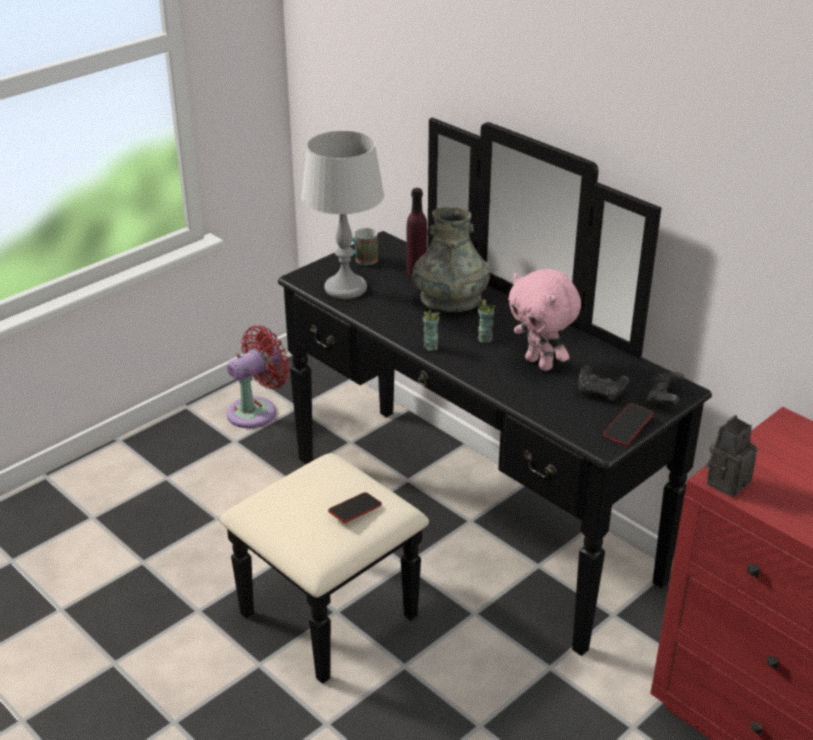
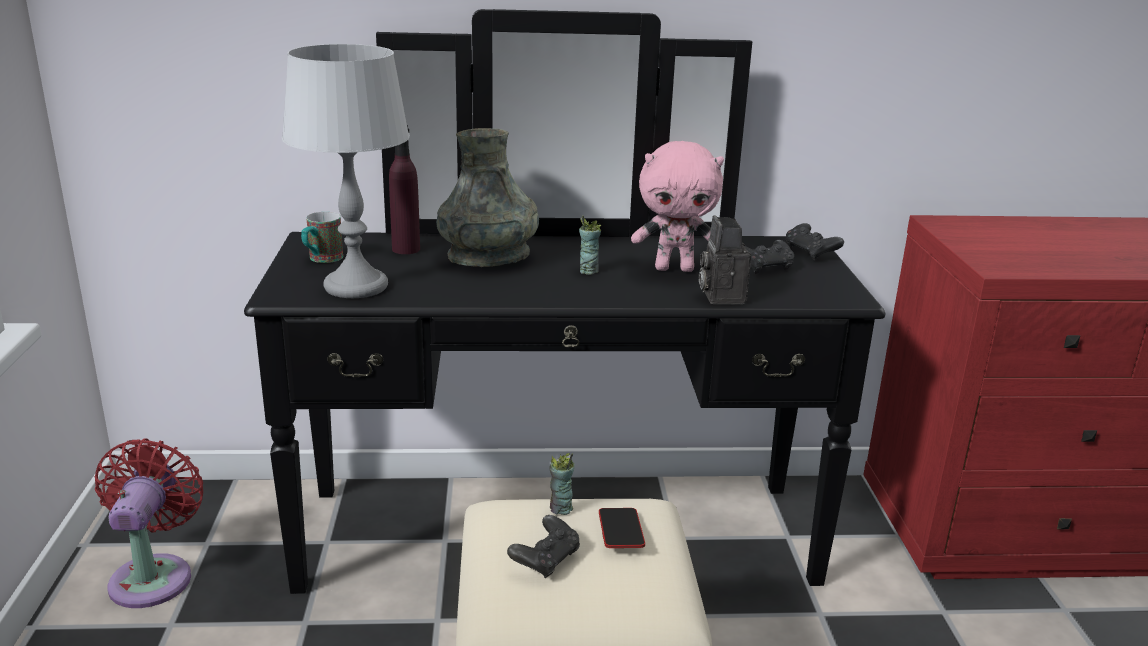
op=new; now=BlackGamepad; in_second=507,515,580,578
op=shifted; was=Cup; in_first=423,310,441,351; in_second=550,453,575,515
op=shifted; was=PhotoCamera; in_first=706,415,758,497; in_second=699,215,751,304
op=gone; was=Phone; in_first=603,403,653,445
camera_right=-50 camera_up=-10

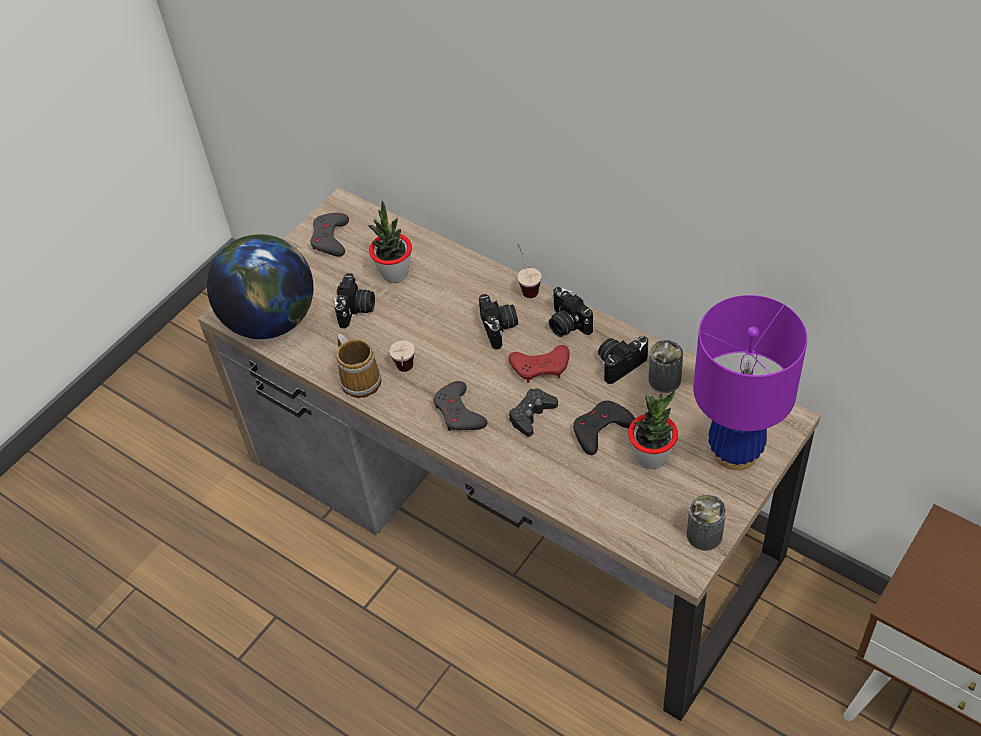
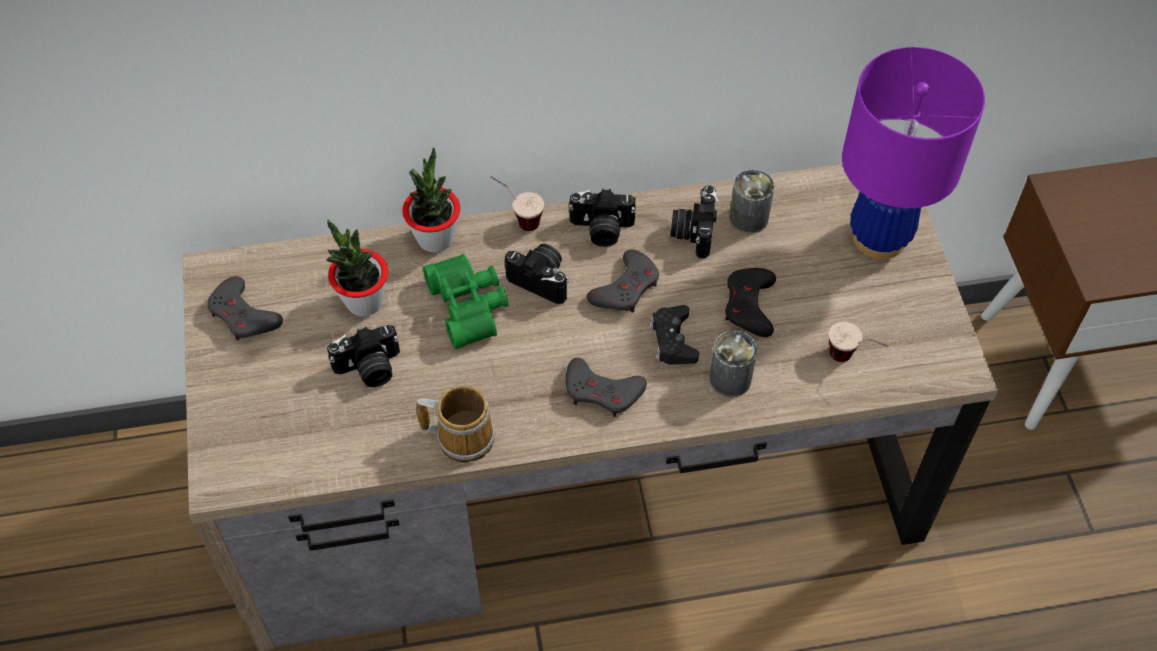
op=rotated; was=PhotoCamera; in_first=334,273,375,329; in_second=327,325,400,387; clockwise=105
op=shifted; was=PottedPlant; in_first=628,390,678,469; in_second=402,147,460,253
op=new; now=GreenPairOfBinoculars; in_second=423,254,508,349
op=repainted; was=RedGamepad; now=GreyGamepad; in_first=509,345,570,383; in_second=587,249,659,313
op=shifted; was=SealedCan; in_first=687,494,726,551; in_second=709,330,757,397
op=shifted; was=Cup; in_first=390,341,415,372; in_second=829,322,888,362
op=gone; was=DeskGlobe; in_first=207,234,314,339
camera_right=-50 camera_up=5

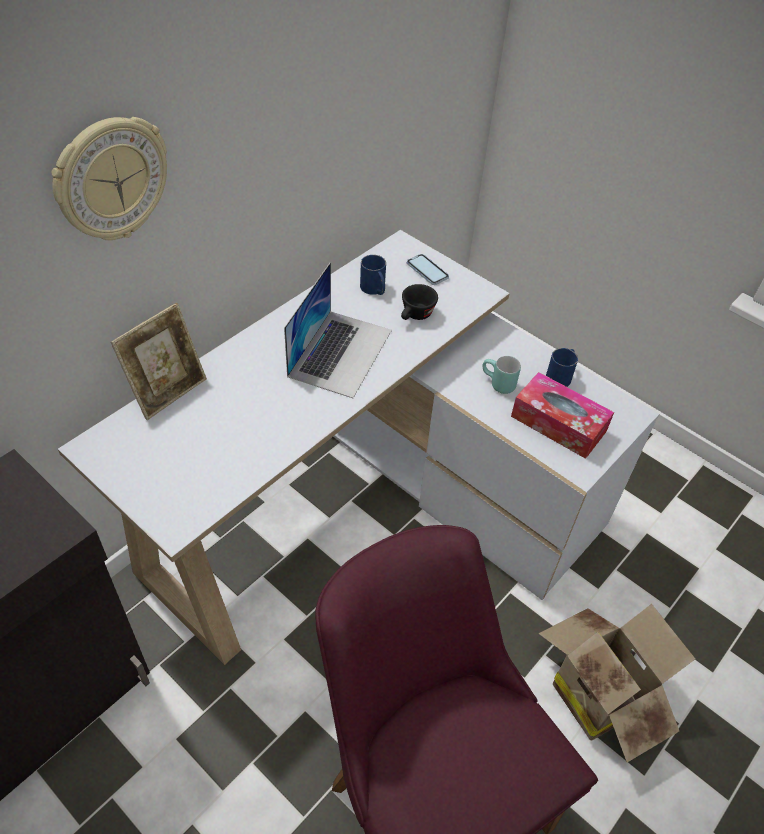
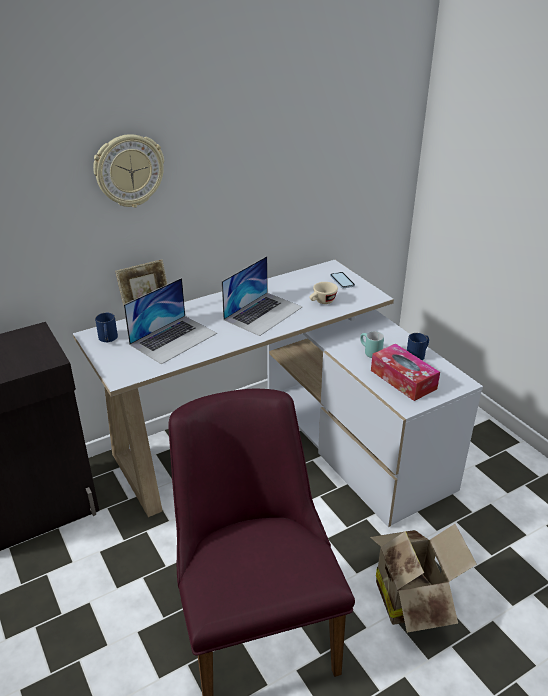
op=shifted; was=BlueColouredCoffeeMug; in_first=360,255,386,295; in_second=95,313,118,343
op=new; now=NotebookComputer; in_second=124,278,217,364
op=repainted; was=BlackCup; now=BeigeCup; in_first=401,284,438,320; in_second=310,282,338,304
camera_right=20 camera_up=-15

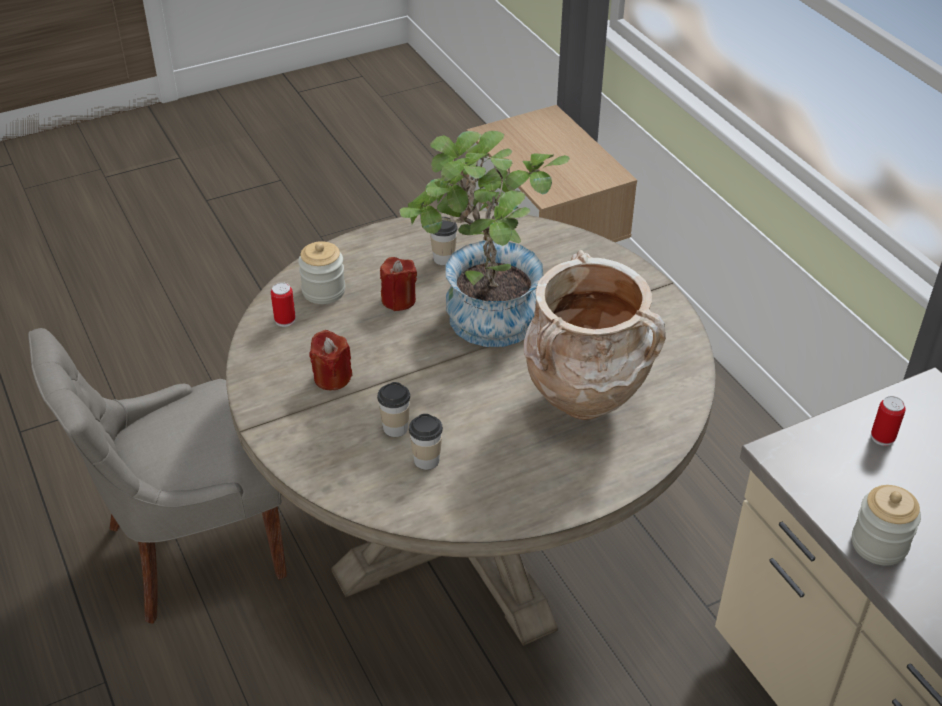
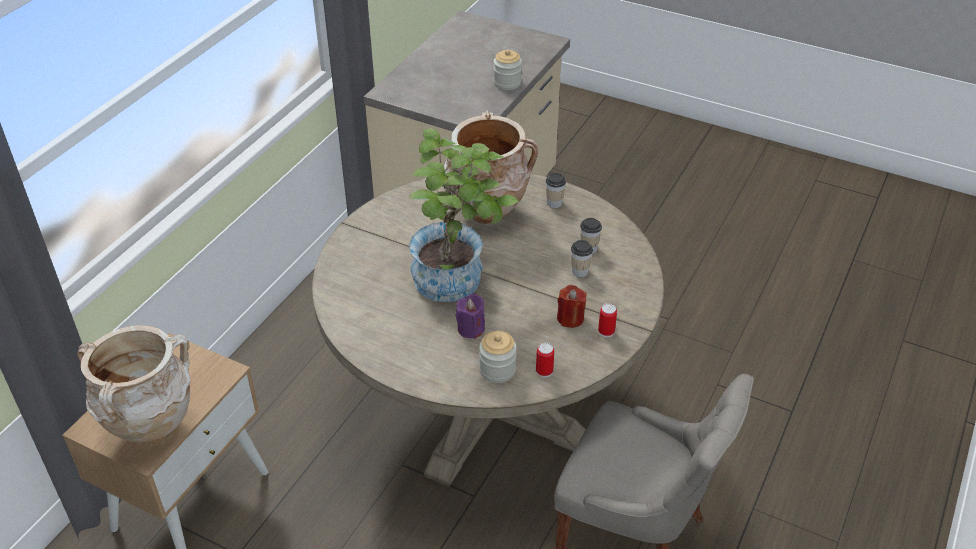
op=new; now=BeigeFlowerVase; in_second=77,325,191,443
op=repainted; was=RedCandle; now=PurplishCandle; in_first=380,257,417,311; in_second=456,294,485,339
op=shifted; was=Cup; in_first=430,217,458,265; in_second=546,173,566,208
op=shifted; was=SealedCan; in_first=871,396,906,446; in_second=598,303,617,337
camera_right=-125 camera_up=0

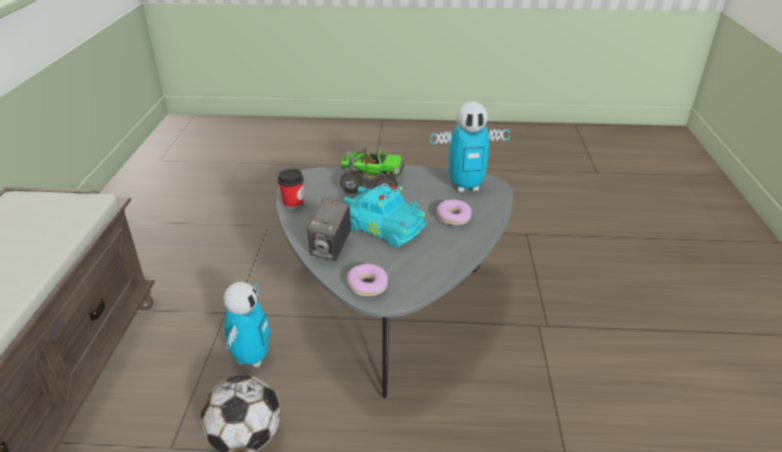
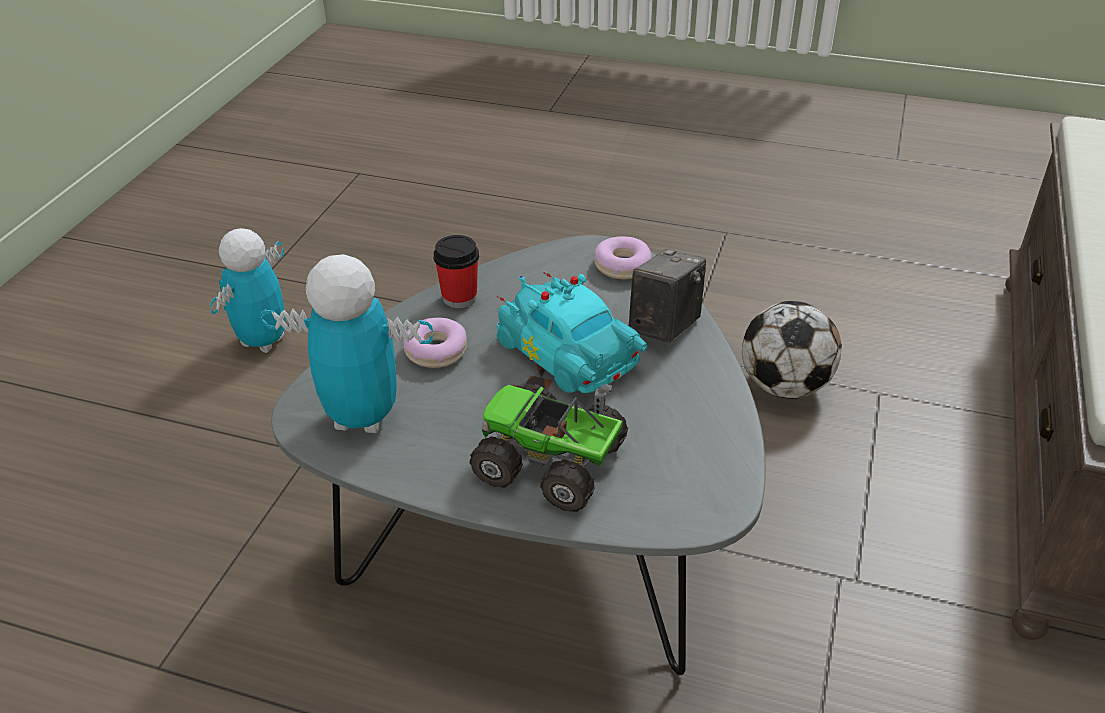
op=shifted; was=RobotFigure; in_first=223,282,271,367; in_second=210,228,285,353
op=shifted; was=Cup; in_first=278,168,304,210; in_second=433,235,479,308
camera_right=-165 camera_up=5

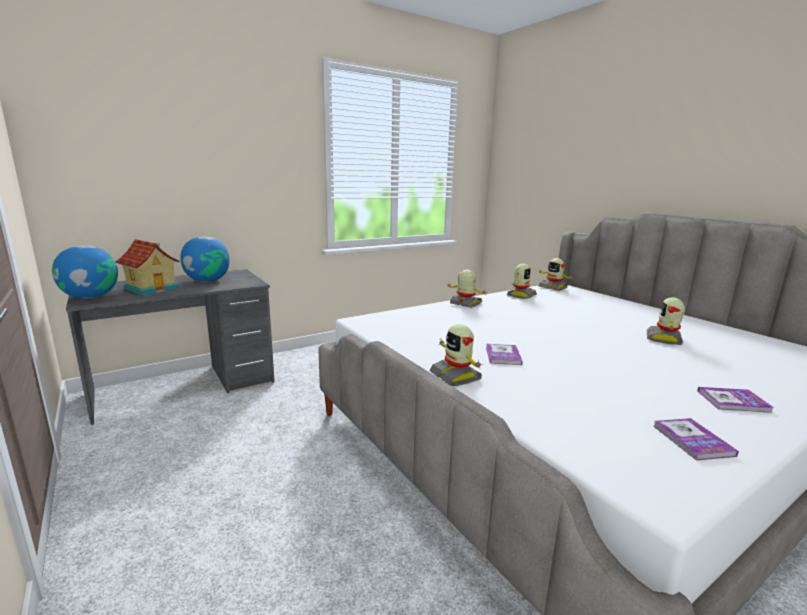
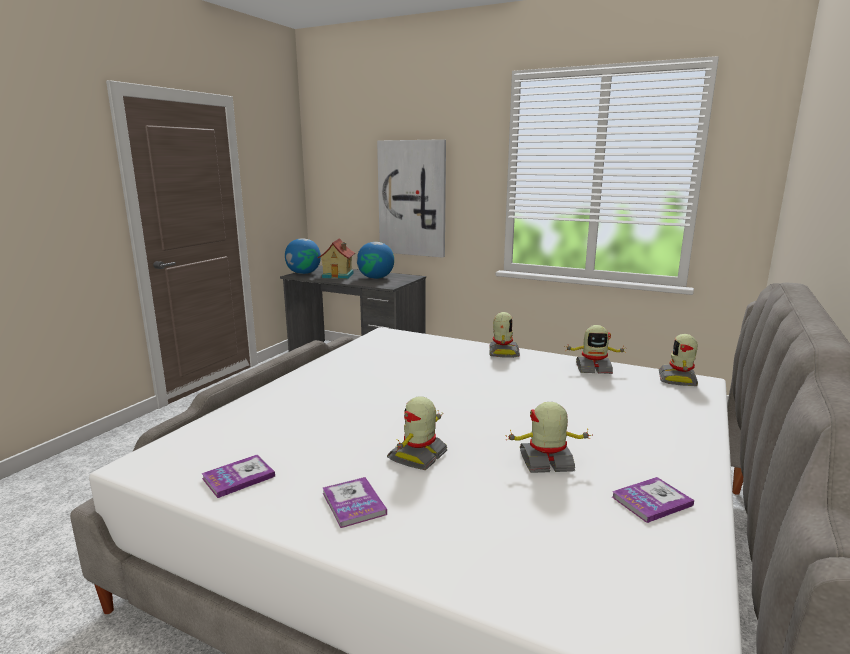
op=new; now=Picture; in_second=377,139,446,258
op=shifted; was=RobotFigure; in_first=430,324,483,386; in_second=387,396,447,470
op=shifted; was=Volume; in_first=486,344,523,365; in_second=612,477,694,523
camera_right=60 camera_up=0

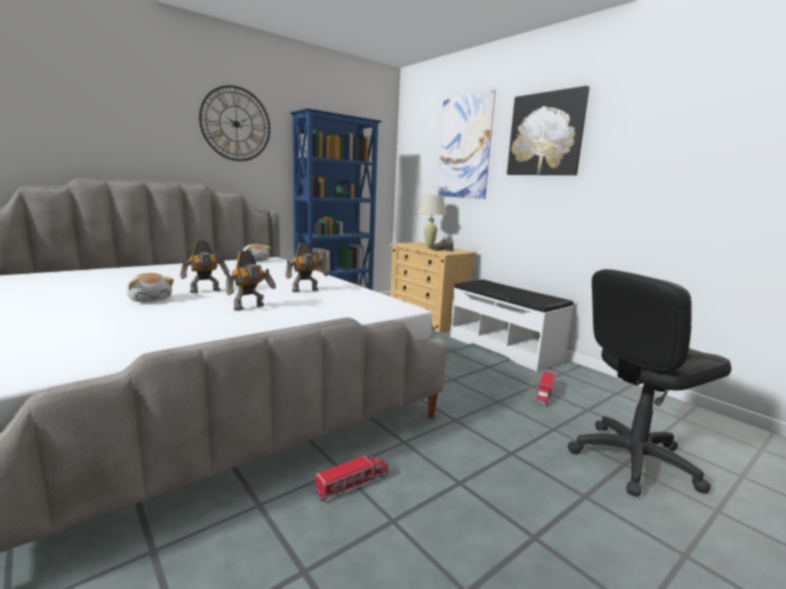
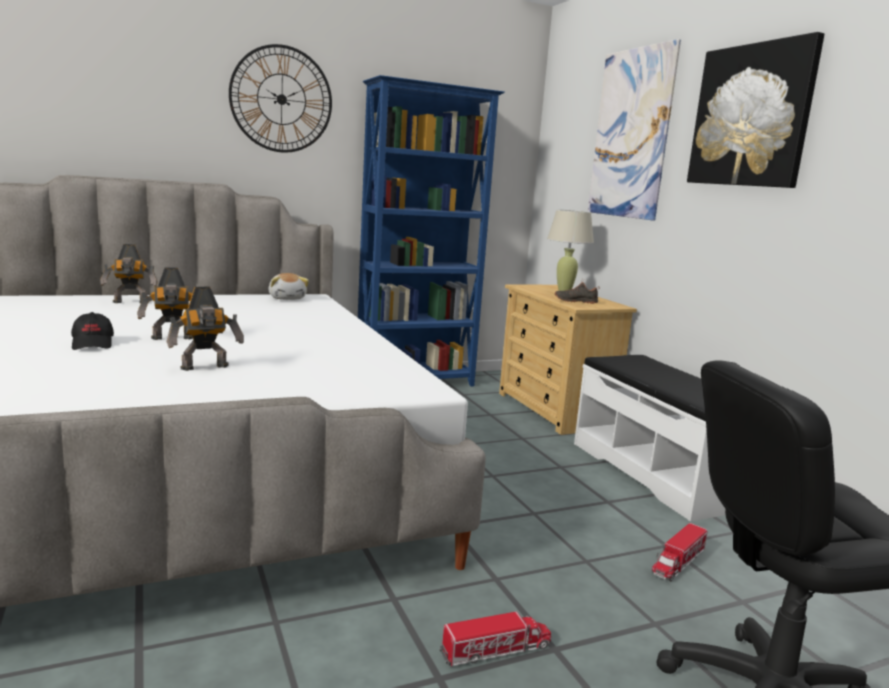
op=swapped; was=SoftToy; now=BlackBaseballCap; in_first=126,273,174,302; in_second=71,312,114,350
op=shifted; was=RobotFigure; in_first=285,242,328,293; in_second=100,244,158,303
op=shifted; was=ModelTruck; in_first=314,456,388,502; in_second=439,612,551,666
camera_right=15 camera_up=0

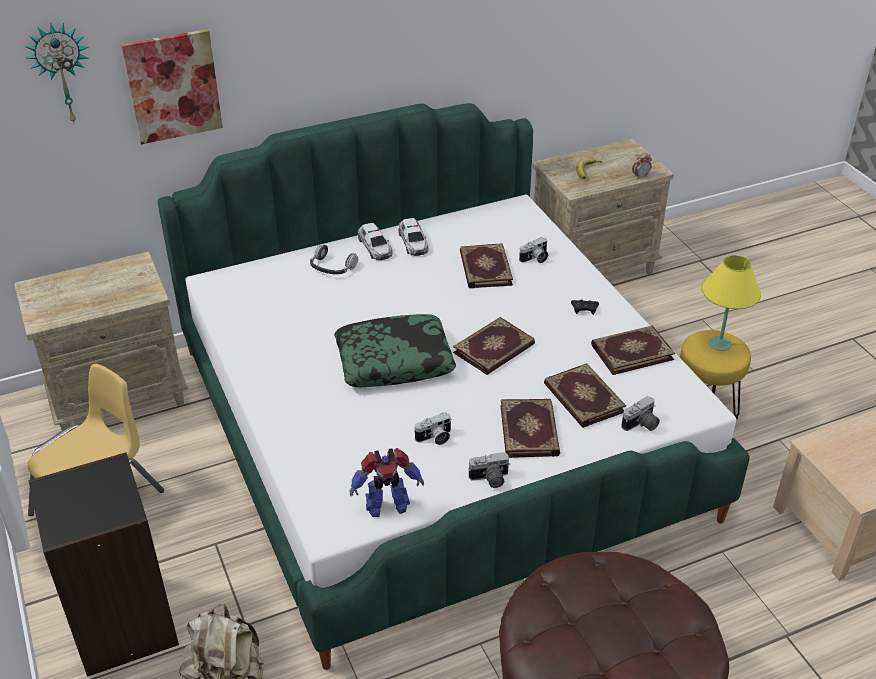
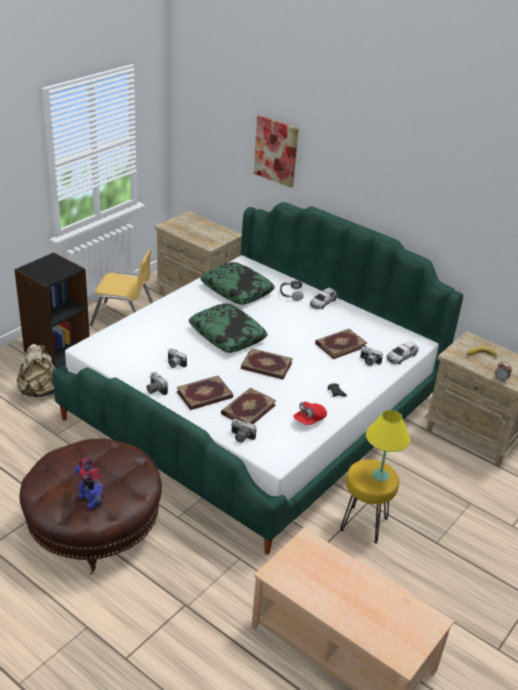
op=shifted; was=RobotFigure; in_first=350,448,424,517; in_second=73,458,103,510
op=new; now=ThrowPillow; in_second=200,262,275,305
op=swapped; was=Volume; now=RedBaseballCap; in_first=591,326,675,375; in_second=293,402,327,425
op=shifted; was=ToyCar; in_first=398,218,429,256; in_second=387,341,419,364
op=gone; was=WallClock; in_first=25,23,89,125
camera_right=60 camera_up=-5

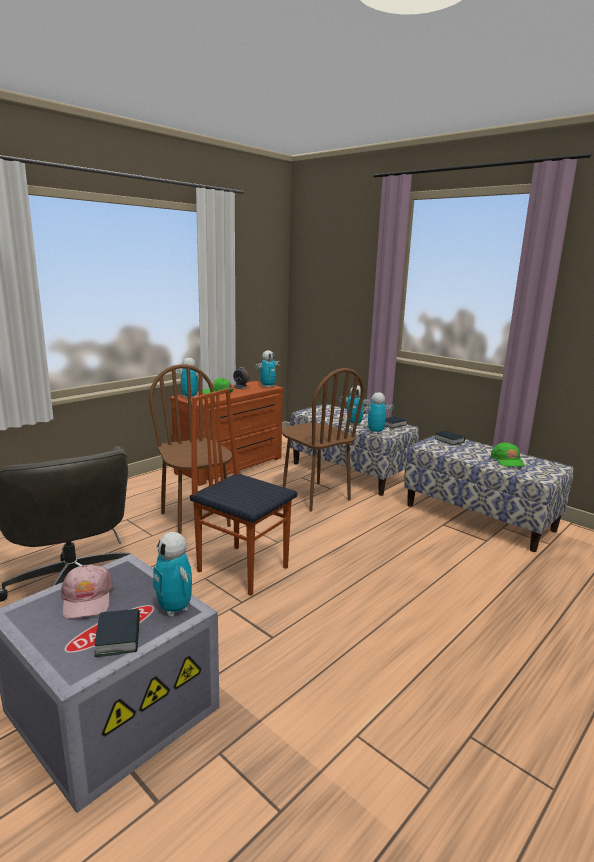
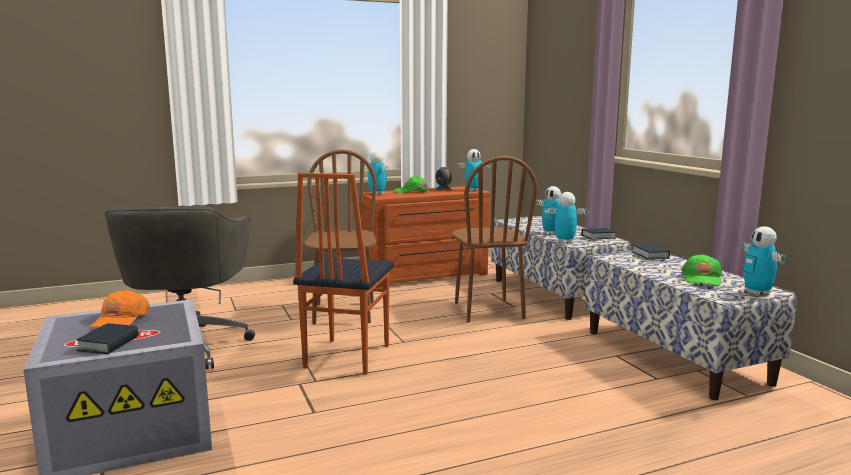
op=repainted; was=PinkBaseballCap; now=OrangeColouredBaseballCap; in_first=61,565,113,619; in_second=90,289,150,328
op=rotated; was=PlainChair; in_first=190,388,297,596; in_second=293,173,394,375; clockwise=-135
op=shifted; was=RobotFigure; in_first=153,532,192,617; in_second=741,226,786,295
camera_right=25 camera_up=-5

